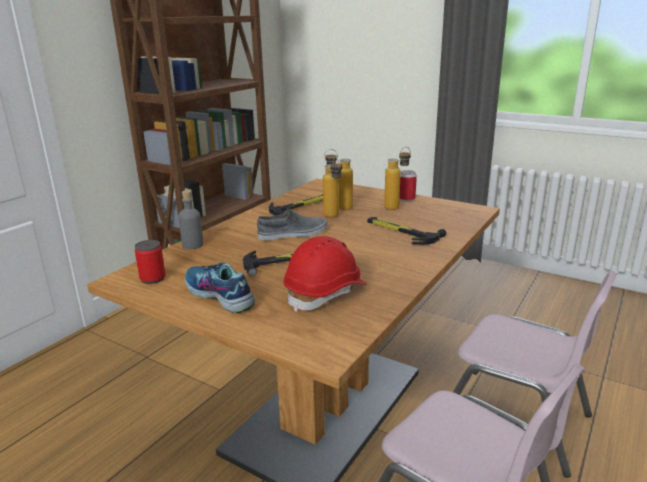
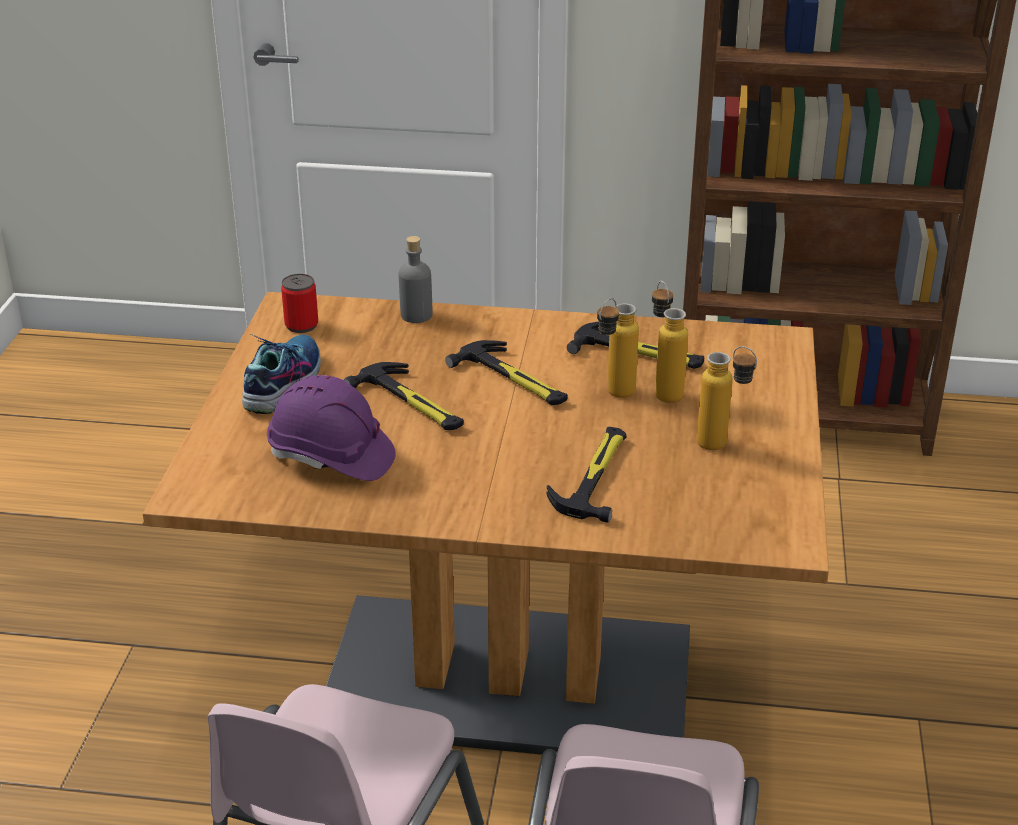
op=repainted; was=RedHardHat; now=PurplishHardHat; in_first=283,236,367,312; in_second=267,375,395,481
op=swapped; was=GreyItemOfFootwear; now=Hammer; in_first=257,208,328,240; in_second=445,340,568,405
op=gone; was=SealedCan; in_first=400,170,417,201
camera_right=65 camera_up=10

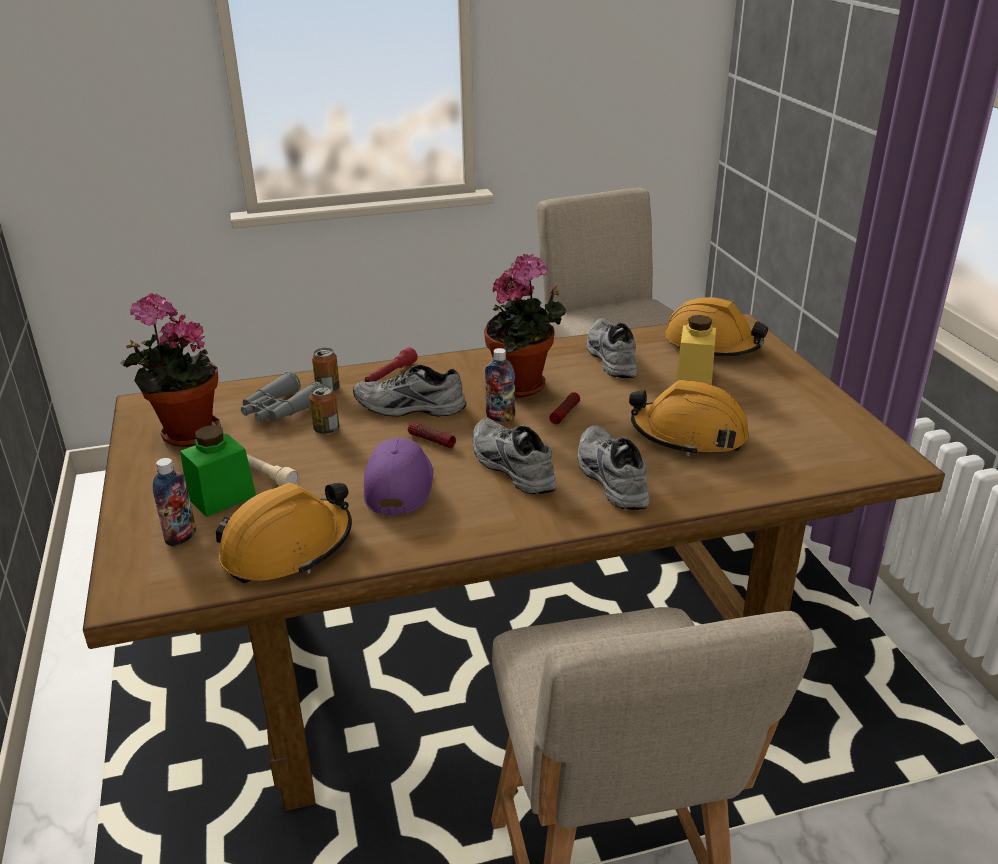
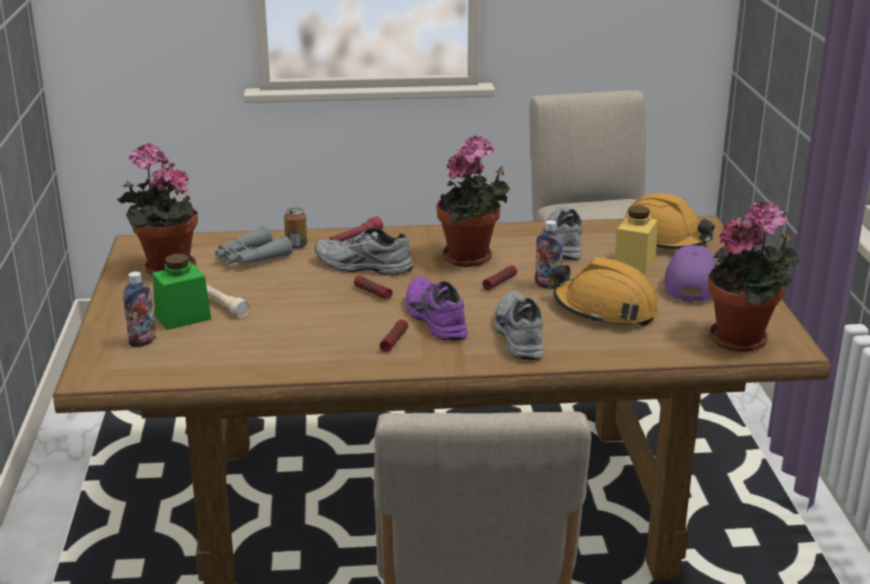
op=new; now=HandTorch; in_second=380,320,408,352
op=repainted; was=GreyItemOfFootwear; now=PurplishItemOfFootwear; in_first=473,418,557,494; in_second=405,276,468,340
op=shifted; was=Bottle; in_first=485,348,515,422; in_second=535,220,563,289
op=shifted; was=PurplishBaseballCap; in_first=364,438,433,516; in_second=664,245,718,303
op=new; now=PottedPlant; in_second=708,201,800,352
op=gone; was=OrangeColouredHardHat; in_first=216,483,352,583
op=gone; was=SealedCan; in_first=309,385,339,435
camera_right=10 camera_up=-5

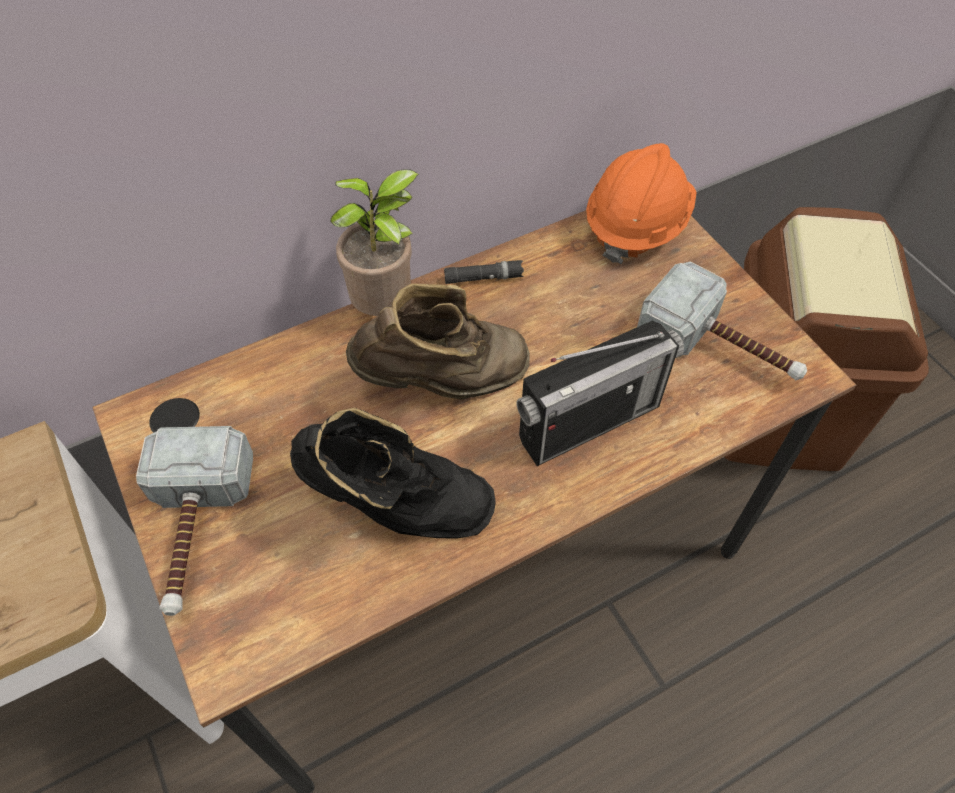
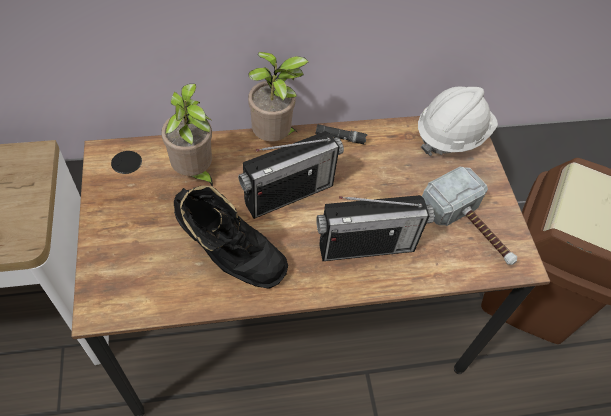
op=new; now=PottedPlant; in_second=161,84,213,186
op=swapped; was=BrownishHighTopBoot; now=RadioSet; in_first=346,283,530,400; in_second=238,131,344,219
op=repainted; was=OrangeColouredHardHat; now=WhiteHardHat; in_first=586,143,697,264; in_second=418,86,498,156
op=gone; was=Hammer; in_first=136,426,253,616
camera_right=15 camera_up=0

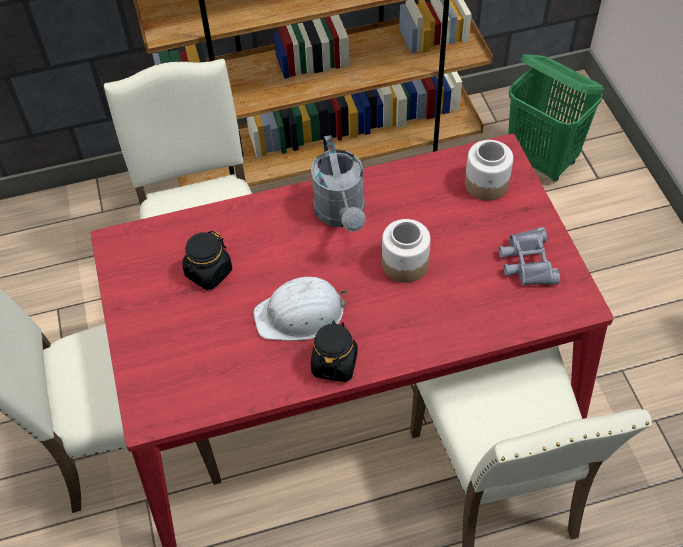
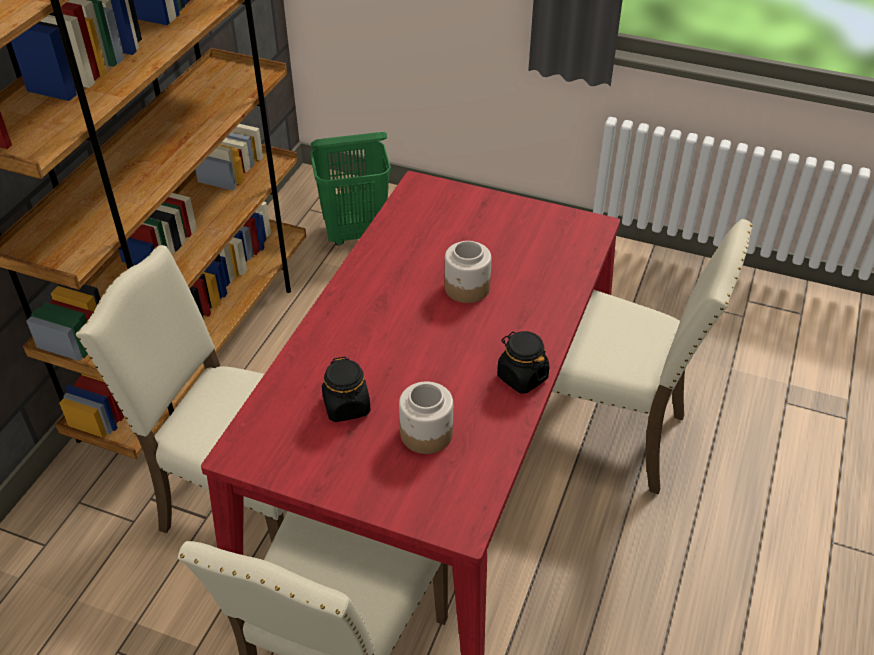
op=shifted; was=StorageJar; in_first=465,140,513,200; in_second=399,382,453,454
op=gone; was=WhiteHardHat; in_first=253,277,347,341
op=gone; was=GreyWateringCan; in_first=311,135,366,231
op=gone; was=GreyPairOfBinoculars; in_first=499,227,560,285
camera_right=-55 camera_up=-10

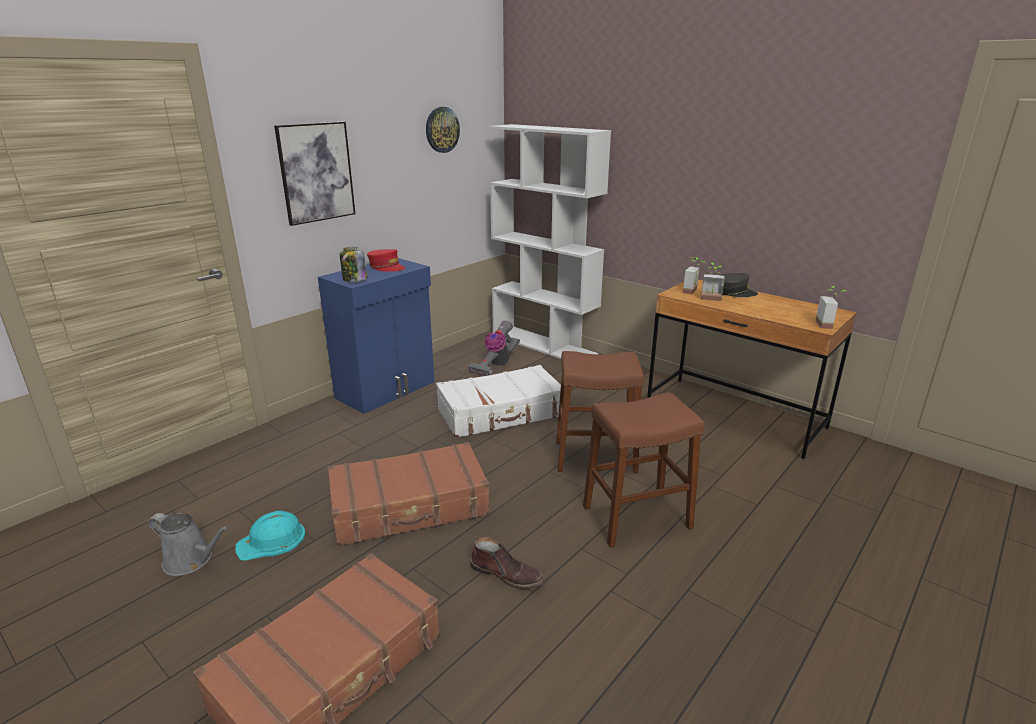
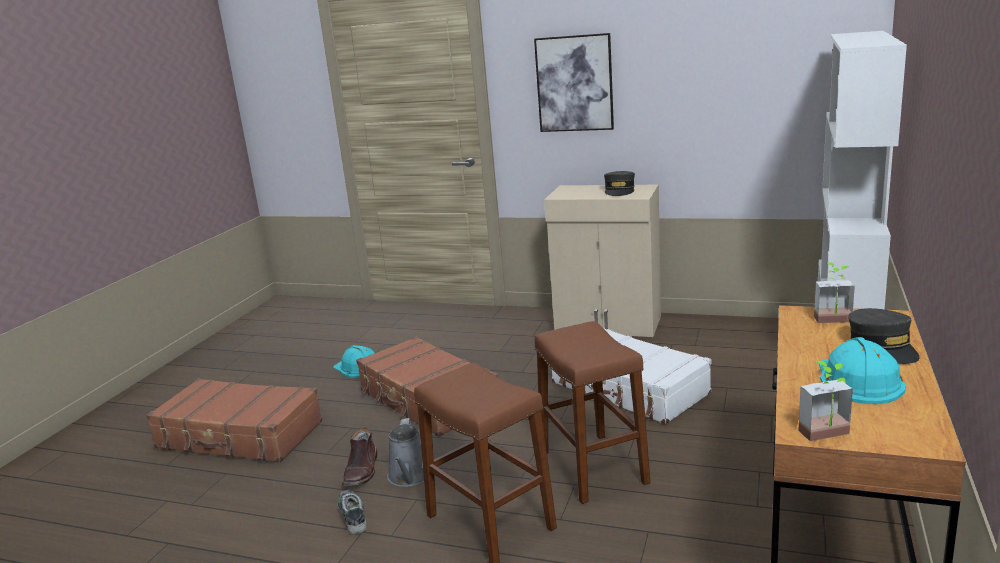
op=new; now=ItemOfFootwear; in_second=338,490,367,534
op=shifted; was=GreyWateringCan; in_first=148,513,229,576; in_second=387,418,424,487
op=repainted; was=BlueColouredCabinet; now=BeigeCabinet; in_first=318,258,434,414; in_second=544,185,661,337
op=repainted; was=RedBaseballCap; now=GreyBaseballCap; in_first=367,249,405,272; in_second=604,171,635,196
op=new; now=TurquoiseColouredHardHat; in_second=819,337,906,404
op=gone; was=StorageJar; in_first=340,247,367,282
op=gone; was=WallClock; in_first=426,107,460,153
op=gone; was=VacuumCleaner; in_first=469,320,520,376
op=gone; was=PottedPlant; in_first=701,263,725,301
camera_right=70 camera_up=-5

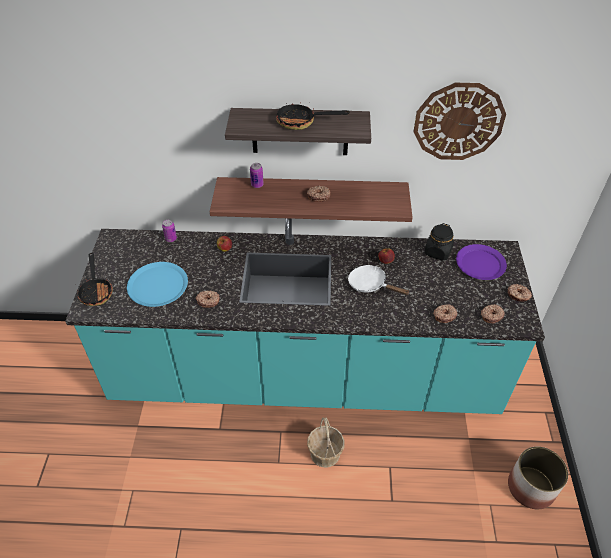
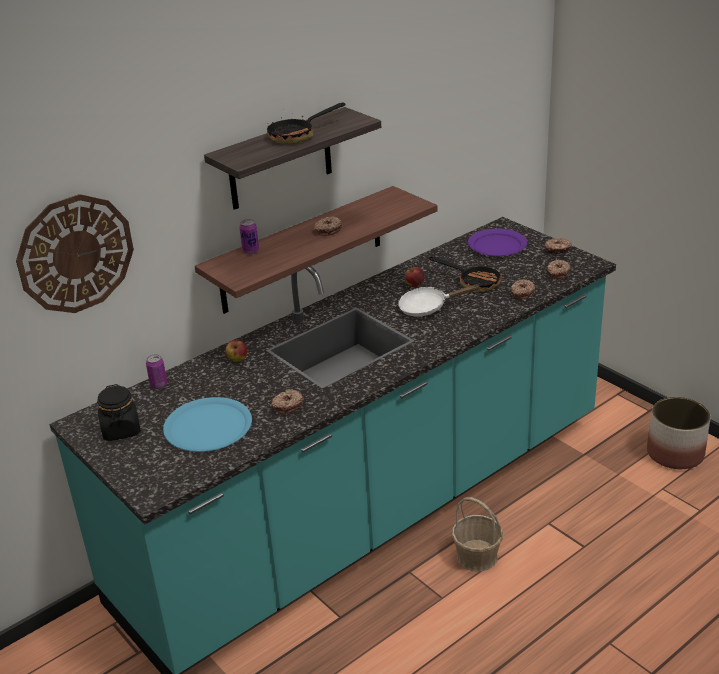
op=shifted; was=WallClock; in_first=414,83,506,160; in_second=16,194,134,313
op=shifted; was=BlackStorageJar; in_first=424,223,454,261; in_second=97,384,141,441
op=shifted; was=Pan; in_first=78,253,113,306; in_second=428,256,502,292
camera_right=-40 camera_up=-15

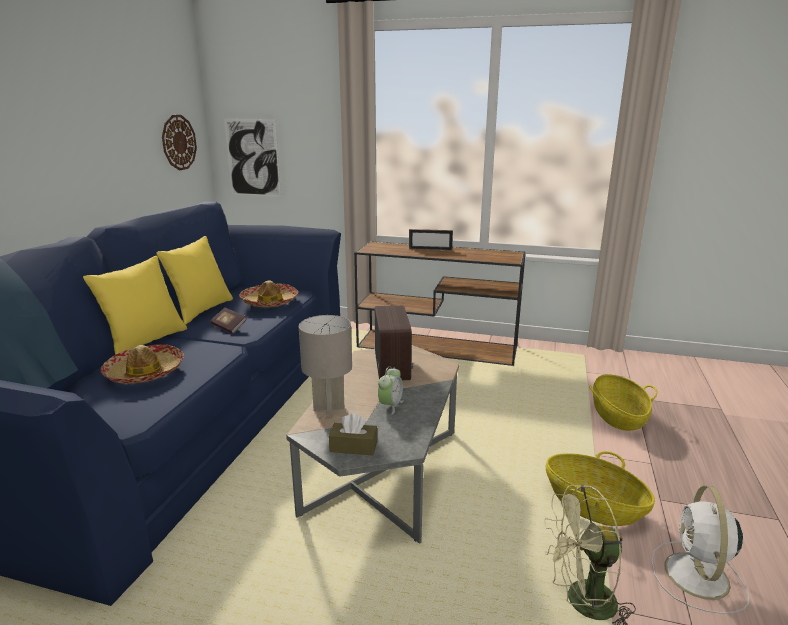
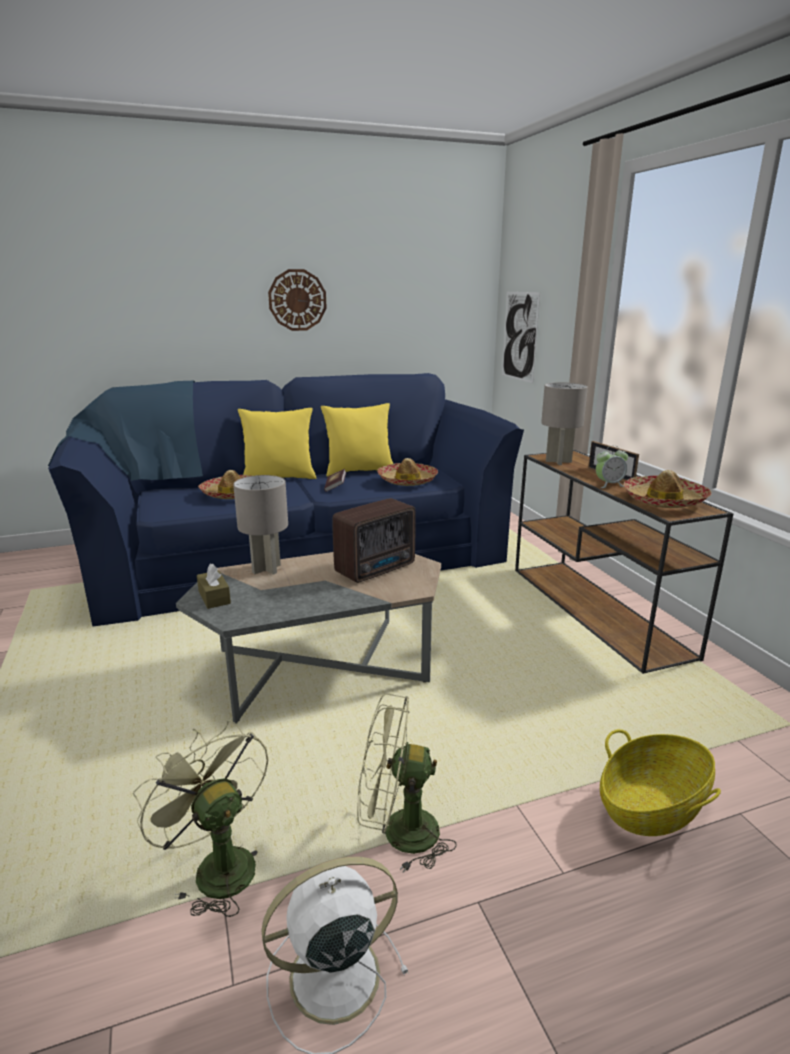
op=shifted; was=WallClock; in_first=162,115,197,170; in_second=268,269,327,331
op=swapped; was=Basket; now=GreenElectricFan; in_first=546,451,655,526; in_second=357,694,456,872
op=new; now=GreyTabletopLamp; in_second=541,382,588,465
op=shifted; was=AlarmClock; in_first=378,366,403,415; in_second=596,446,628,488
op=new; now=WearableHat; in_second=624,470,711,508
camera_right=55 camera_up=0

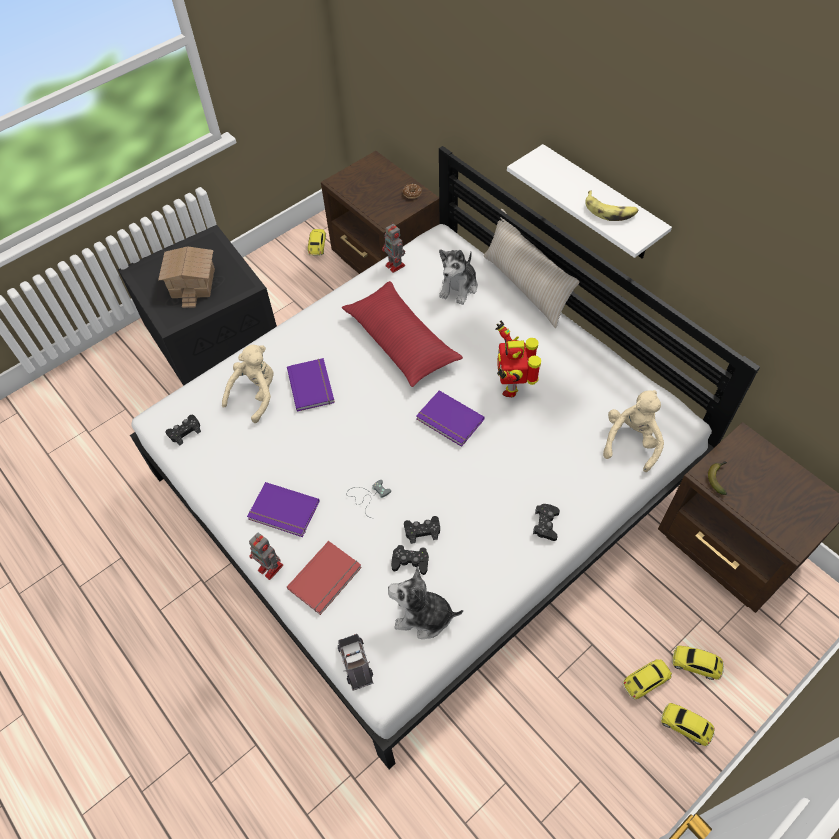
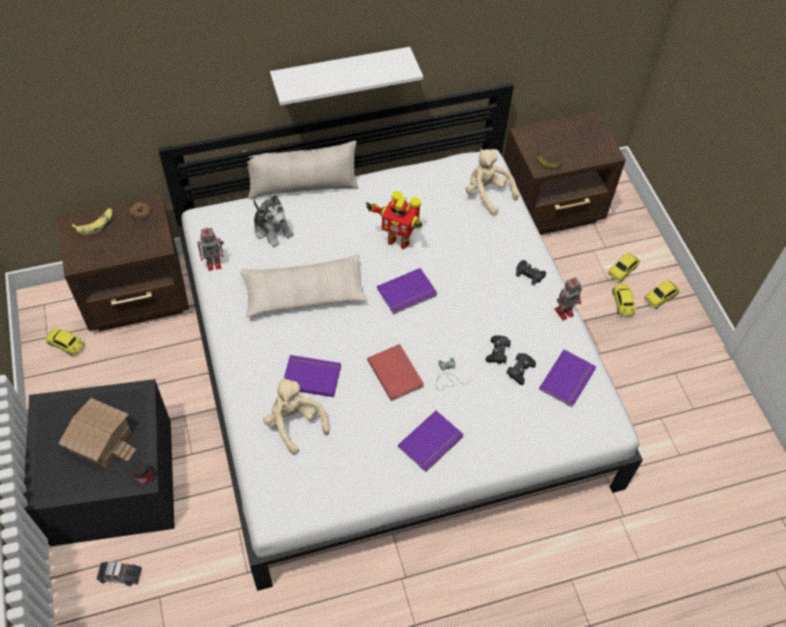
op=shifted; was=BananaFruit; in_first=585,191,638,221; in_second=72,208,113,235
op=shifted; was=ToyCar; in_first=338,634,373,691; in_second=97,561,142,586
op=new; now=Cup; in_second=131,460,152,485
op=repainted; was=RedThrowPillow; now=BeigeThrowPillow; in_first=342,281,463,387; in_second=240,255,367,317
op=shifted; was=RedVolume; in_first=287,541,362,615; in_second=367,344,424,401
op=swapped; was=SoftToy; now=PurplishVolume; in_first=388,567,463,639; in_second=539,350,597,407
op=shifted; was=RobotFigure; in_first=249,533,283,580; in_second=554,277,582,321
op=gone; was=BlackGamepad; in_first=165,415,201,445
camera_right=-70 camera_up=0

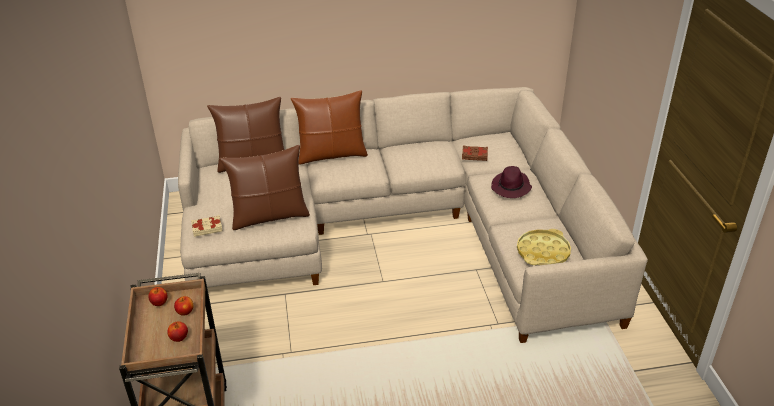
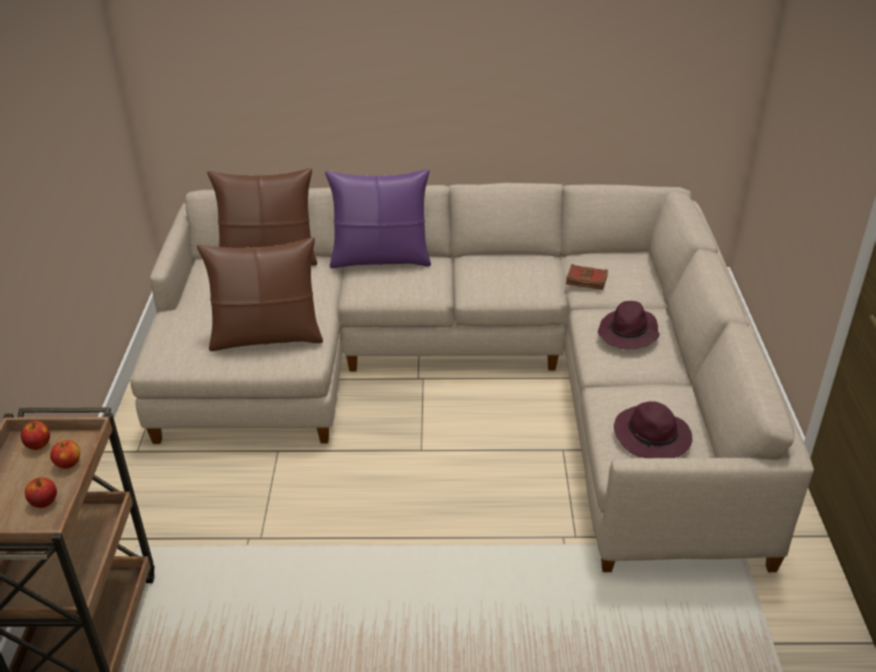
op=repainted; was=BrownishThrowPillow; now=PurplishThrowPillow; in_first=290,90,368,165; in_second=325,169,431,268
op=swapped; was=YellowishTray; now=PurplishWearableHat; in_first=517,229,571,265; in_second=614,401,692,458
op=gone; was=BeigeVolume; in_first=191,215,223,237
camera_right=10 camera_up=0

